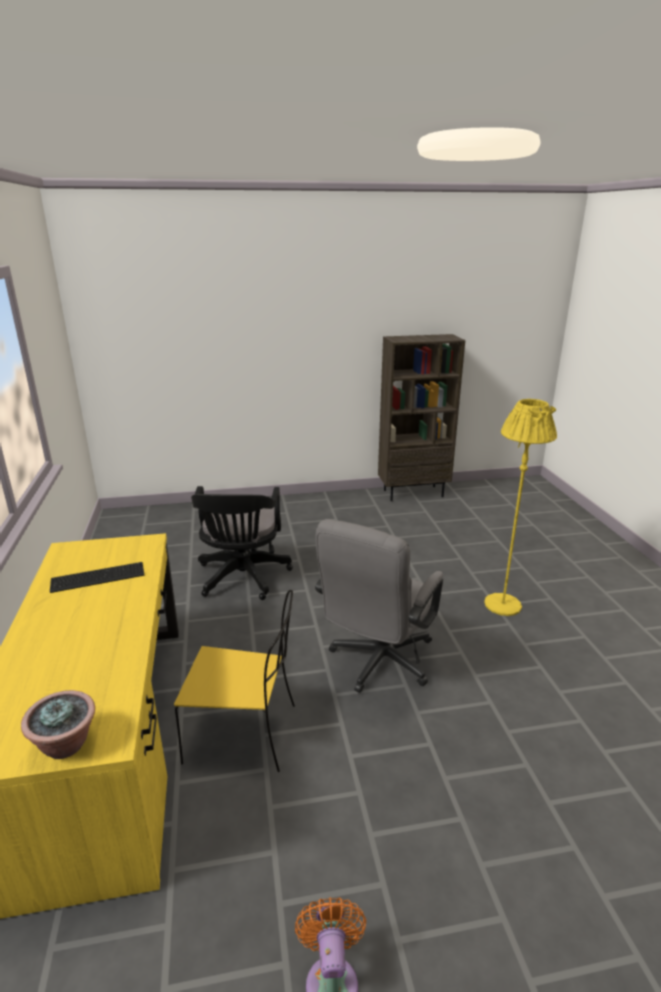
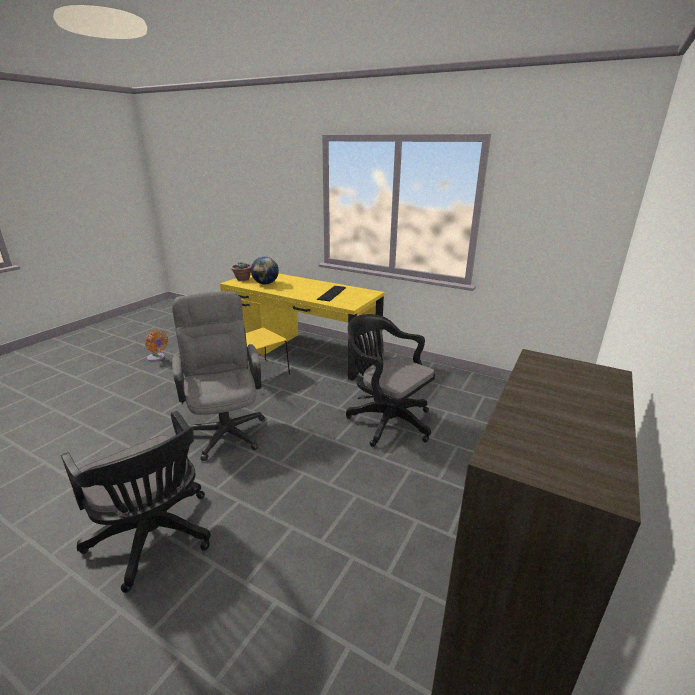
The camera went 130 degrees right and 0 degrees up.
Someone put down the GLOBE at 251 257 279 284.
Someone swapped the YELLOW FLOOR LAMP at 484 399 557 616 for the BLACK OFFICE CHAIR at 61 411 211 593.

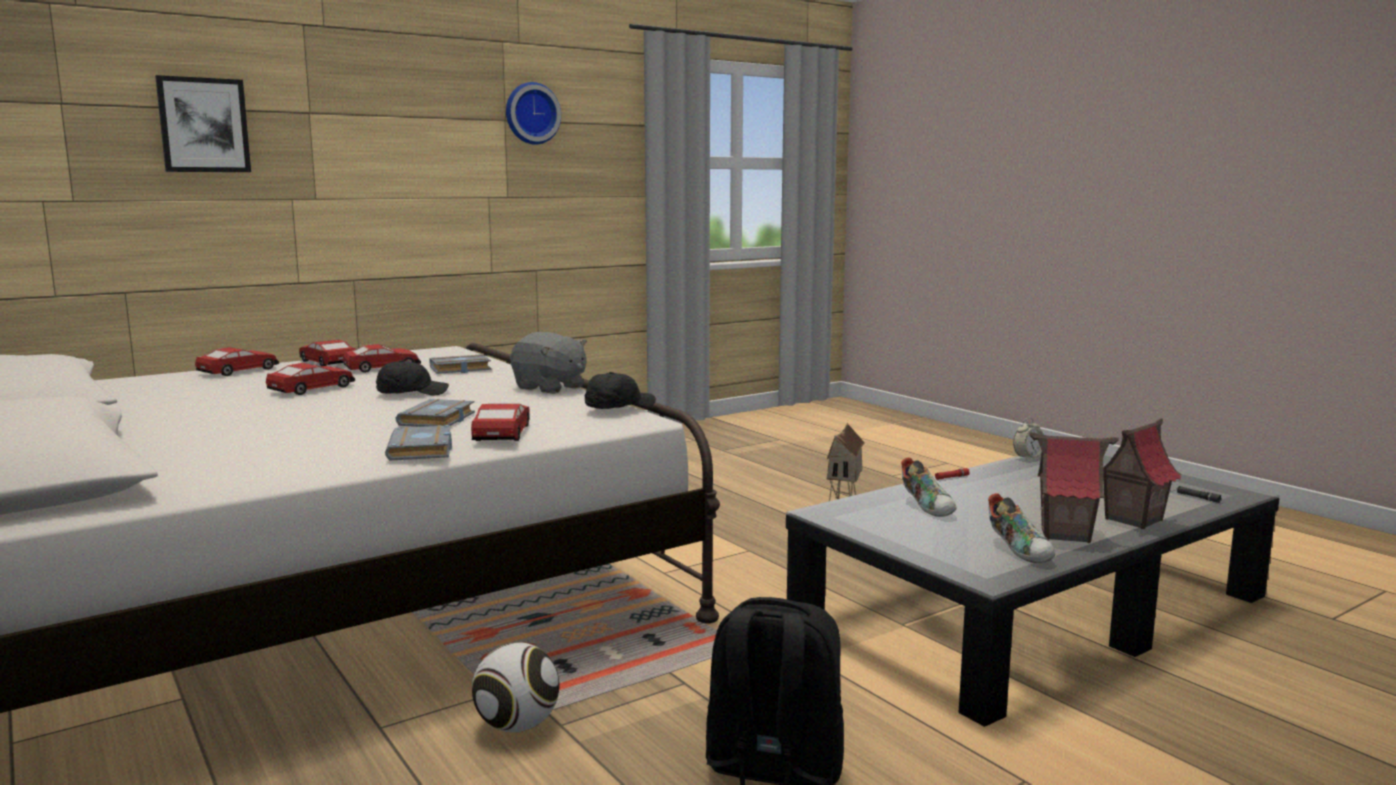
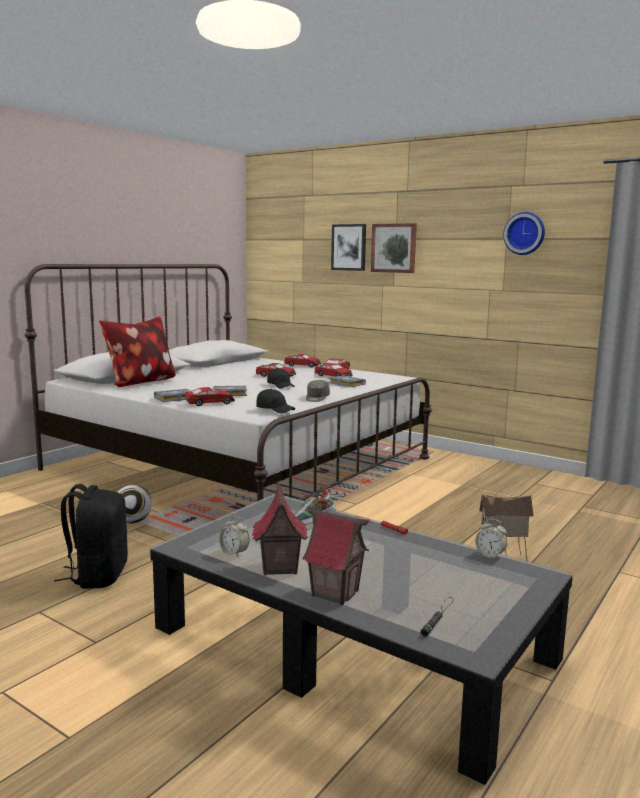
The camera went 70 degrees right and 0 degrees up.
Someone put down the PILLOW at 99 316 176 387.
Someone put up the PICTURE at 371 223 417 273.
Someone swapped the GREY PLUSH TOY at 510 332 587 394 for the GREY CAP at 306 380 330 402.
Someone swapped the SHOE at 988 493 1055 563 for the ALARM CLOCK at 219 516 249 557.

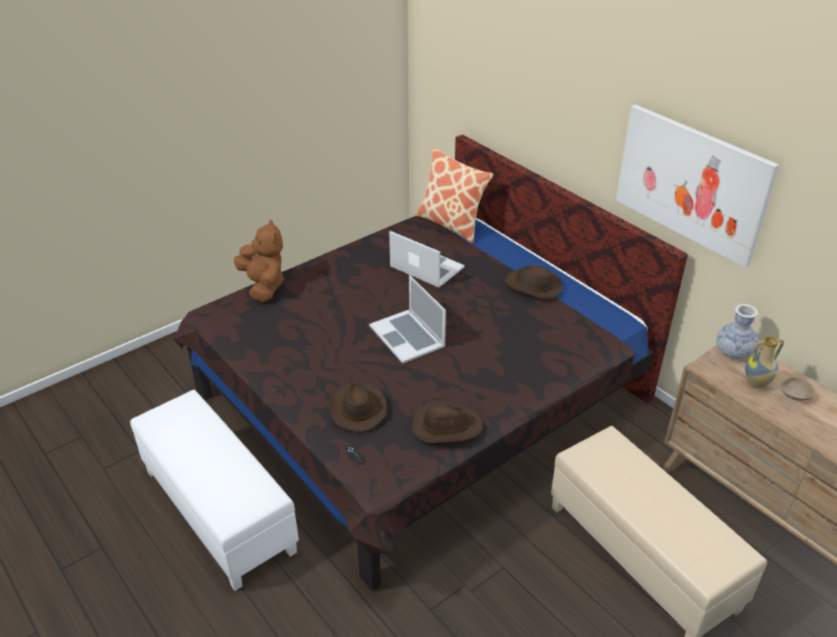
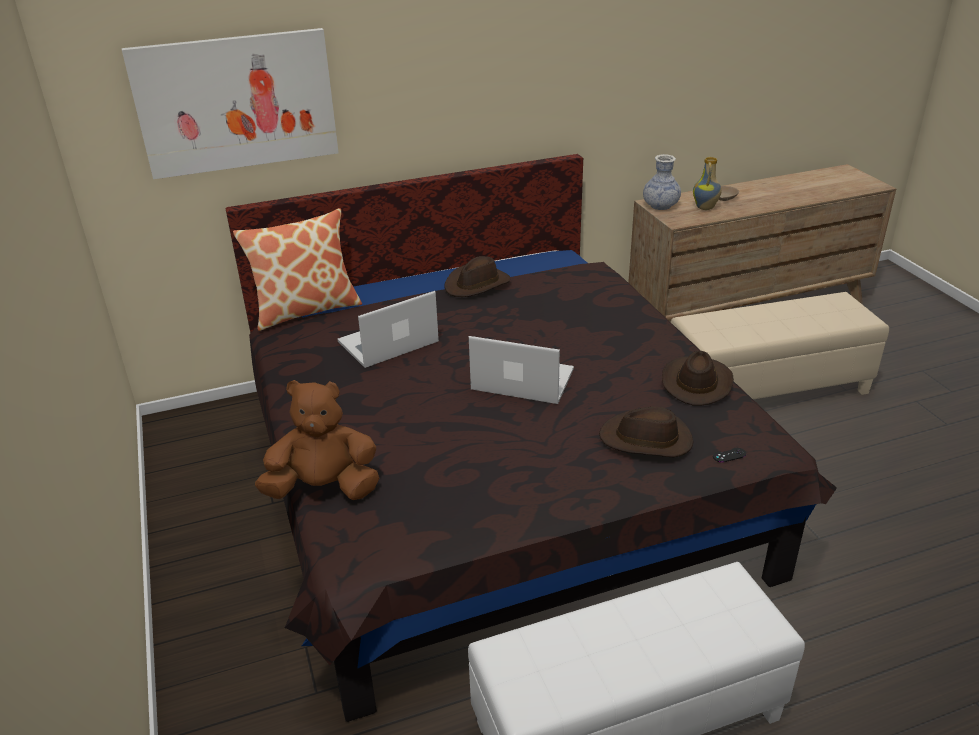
The camera went 70 degrees left and 5 degrees down.
Someone carried the PICTURE from 616 104 779 267 to 122 28 339 179.
Someone rotated the LAPTOP at 369 275 446 364 by 150 degrees counterclockwise.

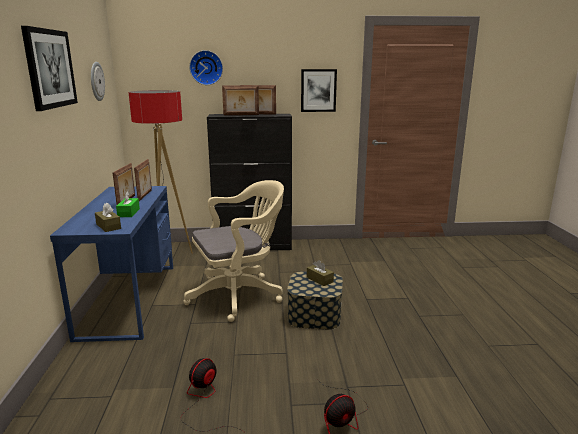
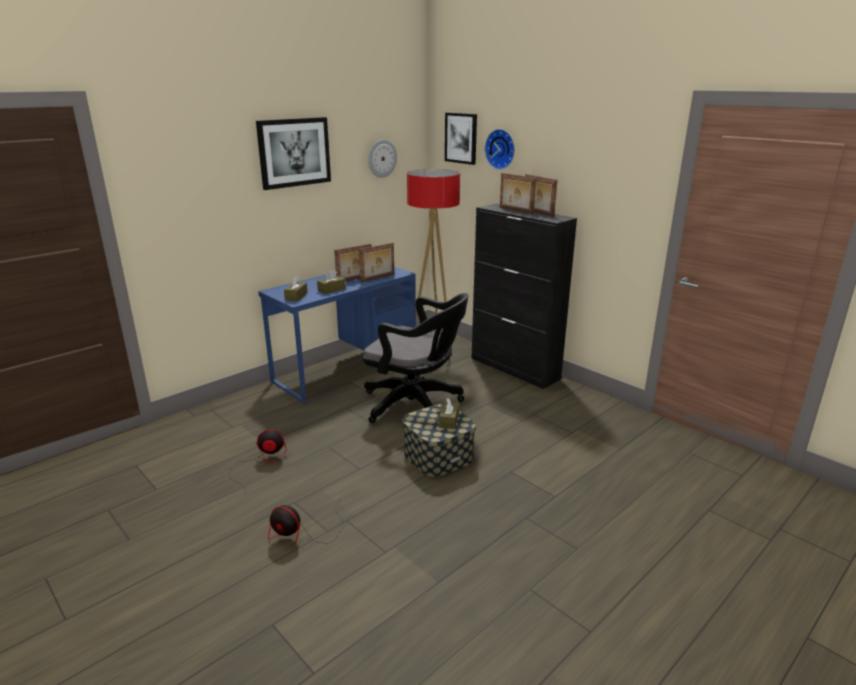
The camera went 50 degrees right and 5 degrees up.
Someone carried the PICTURE from 301 69 337 112 to 445 113 477 165.
Someone repainted the GREEN TISSUE BOX at 116 191 140 217, which became the BROWN TISSUE BOX at 317 270 346 294.
Someone repainted the BEIGE OFFICE CHAIR at 184 180 284 322, which became the BLACK OFFICE CHAIR at 363 293 469 423.

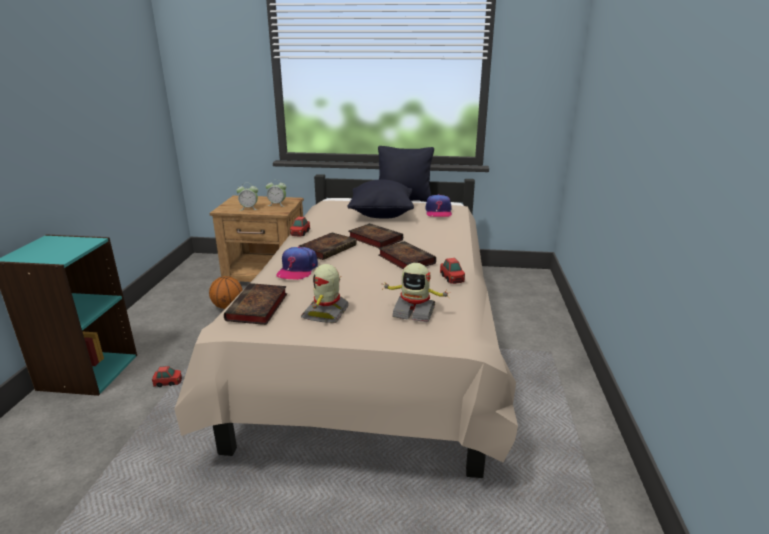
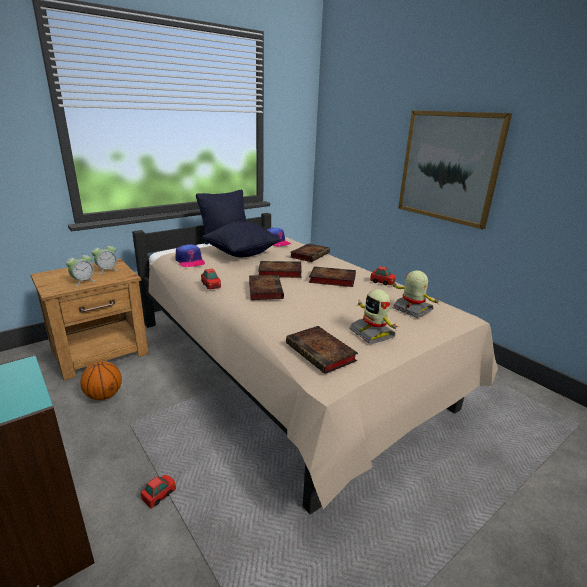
The camera went 45 degrees left and 0 degrees up.
Someone put down the BOOK at 290 244 330 262.
Someone put up the PICTURE at 398 110 512 229.
Someone carried the CAP from 276 247 318 280 to 175 244 205 267.
Someone rotated the TOY ROBOT at 382 263 450 322 by 105 degrees counterclockwise.

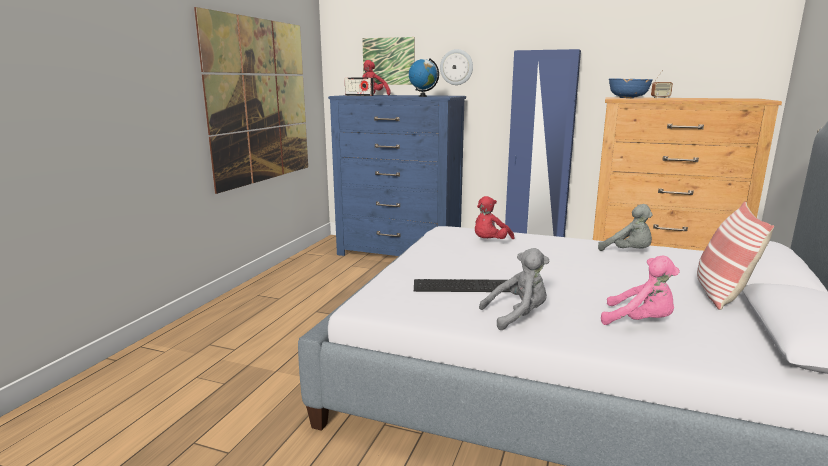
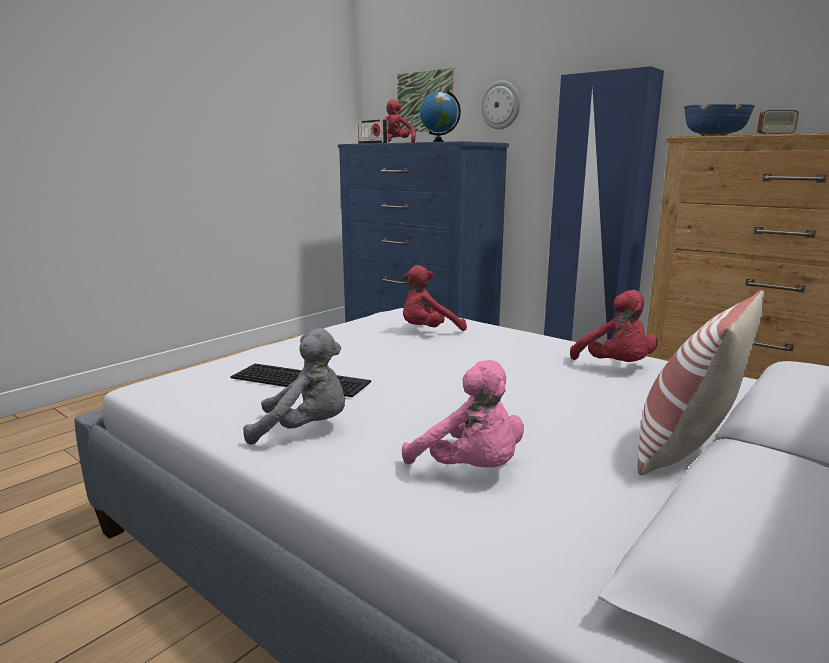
The camera went 20 degrees right and 0 degrees up.
Someone took away the PICTURE at 194 7 308 194.
Someone repainted the GREY PLUSH TOY at 598 204 653 251, which became the RED PLUSH TOY at 570 290 658 362.

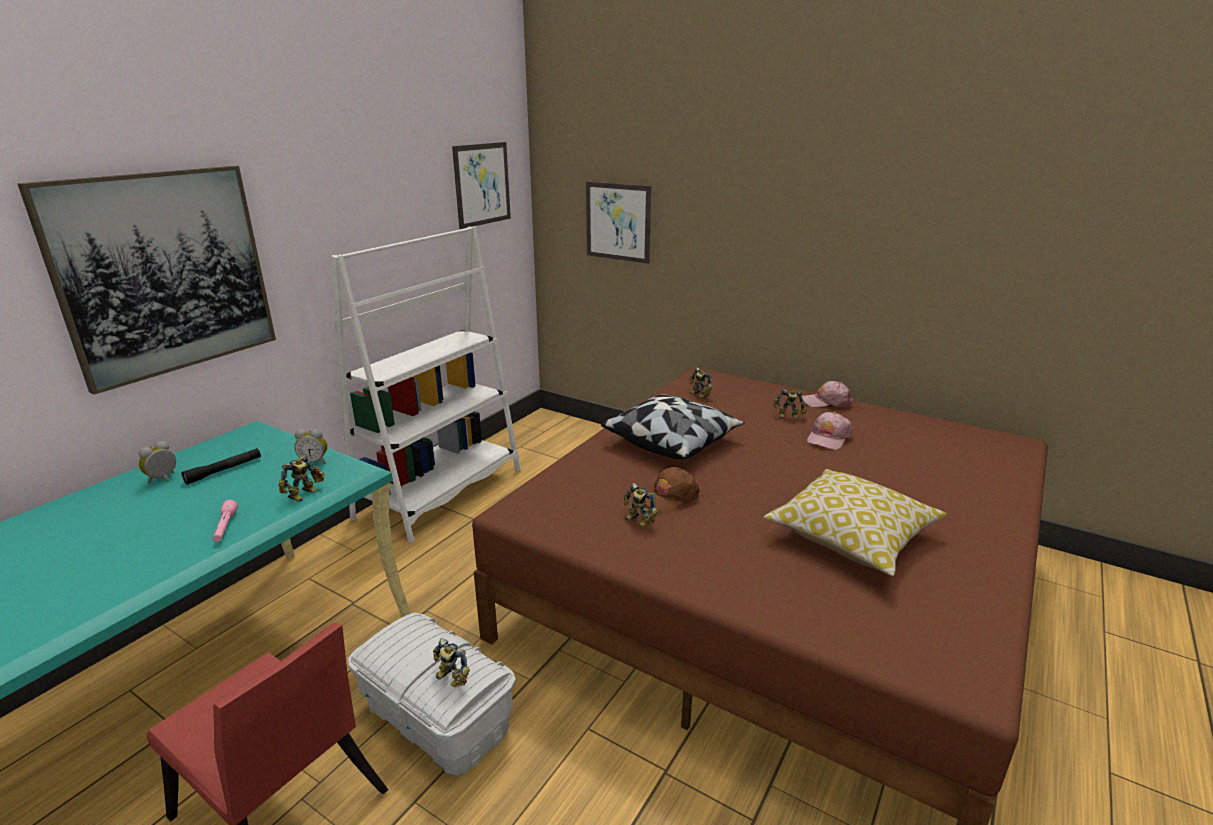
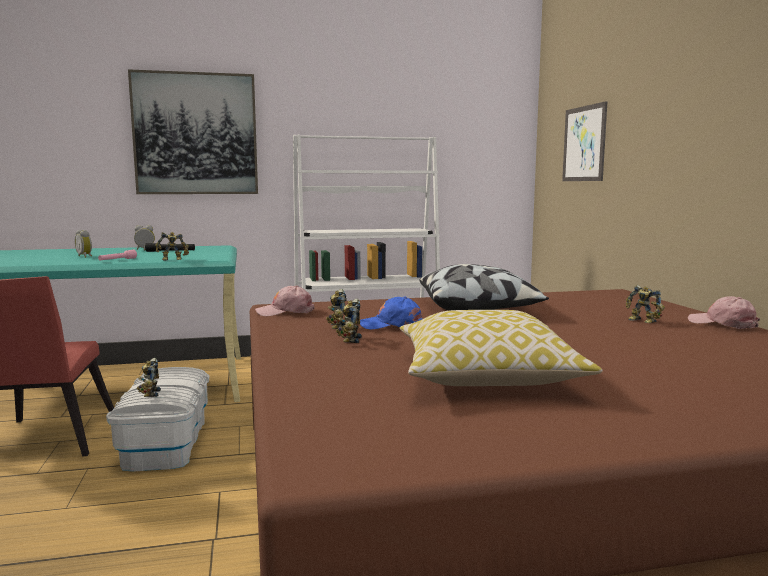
The camera went 45 degrees right and 15 degrees down.
Someone took away the PICTURE at 452 142 511 229.
Someone carried the ALARM CLOCK from 294 429 327 464 to 75 230 92 258.
Someone carried the TOY ROBOT from 690 367 713 398 to 336 299 362 343.
Someone carried the PINK CAP from 807 412 853 450 to 255 285 315 316.
Someone repainted the BROWN CAP at 645 467 700 513, which became the BLUE CAP at 360 297 423 330.

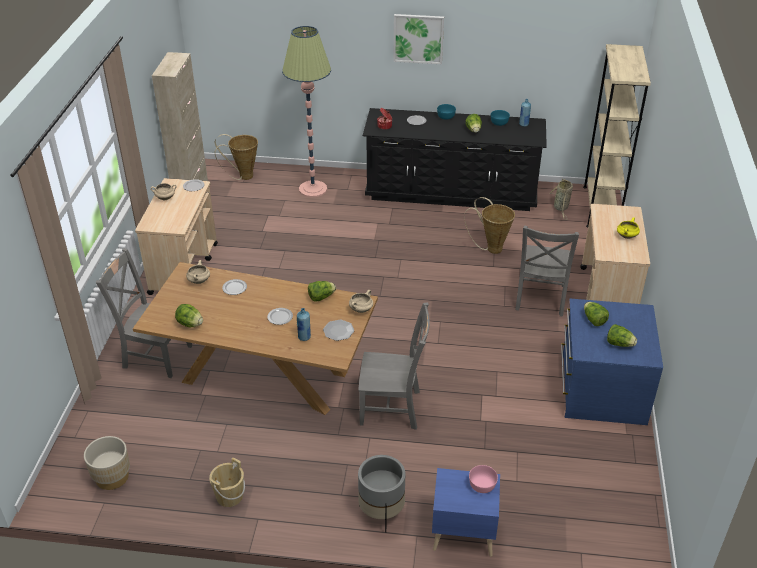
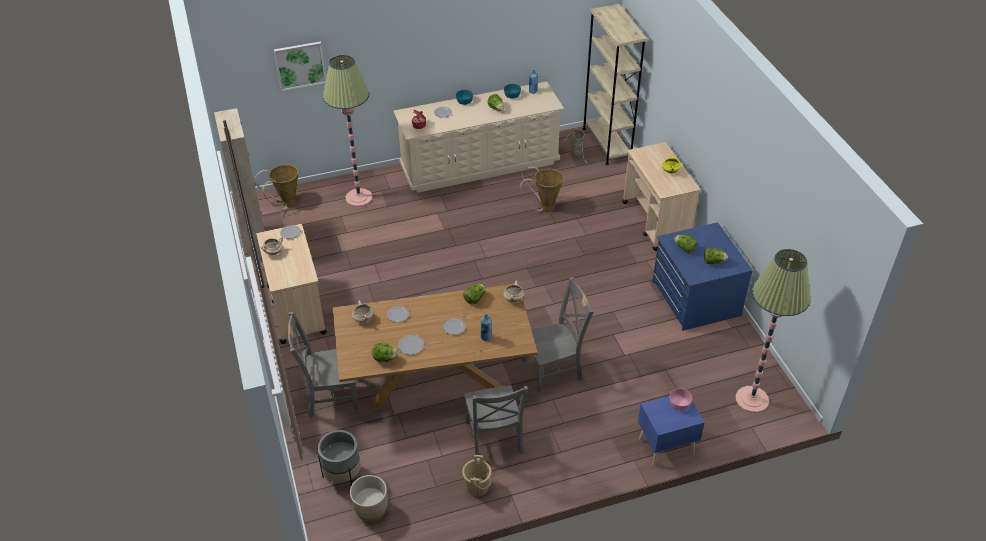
The camera went 25 degrees left and 5 degrees up.
Someone put down the FLOOR LAMP at 735 249 811 413.
Someone carried the PLATE from 323 320 354 341 to 398 335 425 355.
Someone carried the GREY PLANTER from 358 455 405 533 to 318 430 361 486.
Someone carried the PICTURE from 393 14 444 64 to 274 41 326 91.
Someone carried the GREY CHAIR from 515 226 579 316 to 464 385 529 455.
Someone repainted the BLACK DRESSER at 363 108 547 211, which became the BEIGE DRESSER at 393 81 564 193.

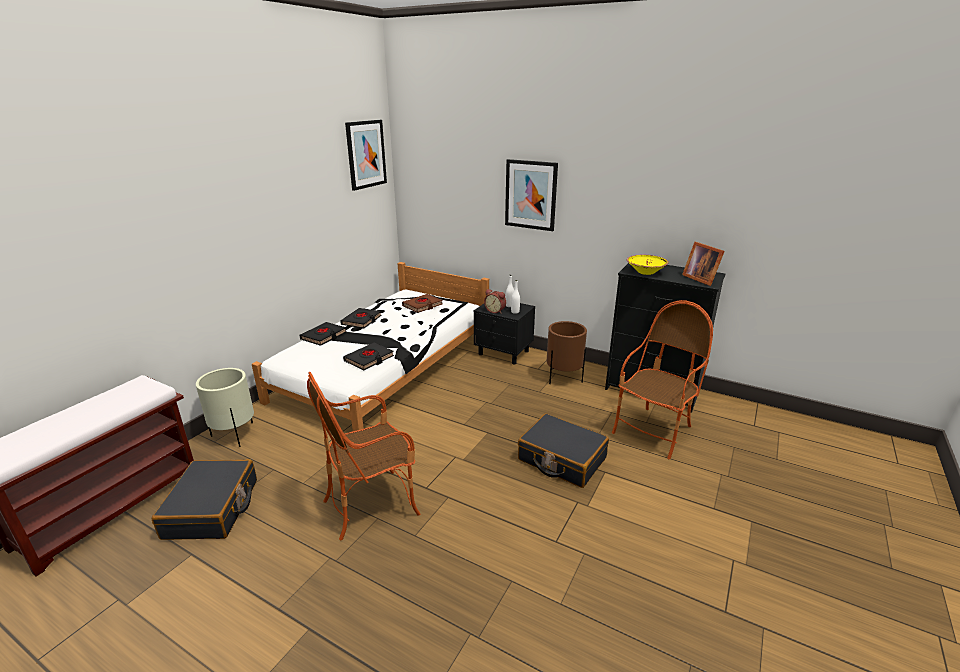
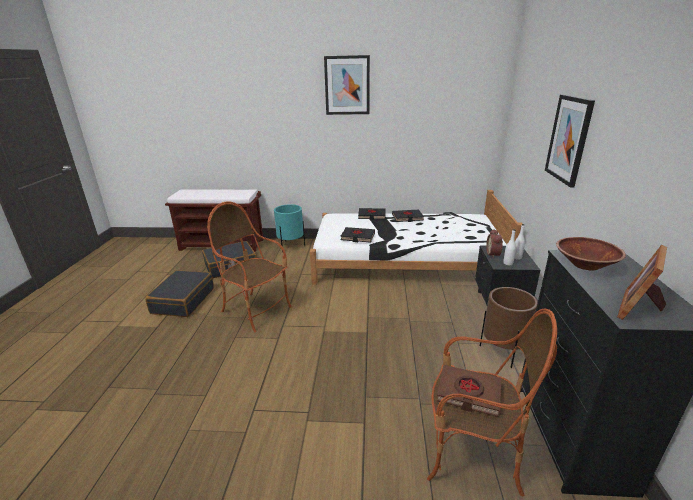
The camera went 65 degrees right and 0 degrees up.
Someone carried the PICTURE from 345 120 387 191 to 324 55 370 115.
Someone carried the BROWN BOOK from 402 294 442 313 to 437 365 501 417.
Someone carried the BLACK SUITCASE from 518 413 609 488 to 145 270 214 317.
Someone repainted the BEIGE PLANTER at 196 368 254 447, which became the TURQUOISE PLANTER at 274 204 305 252.
Someone repainted the YELLOW BOWL at 627 255 669 275, which became the BROWN BOWL at 556 237 626 270.

